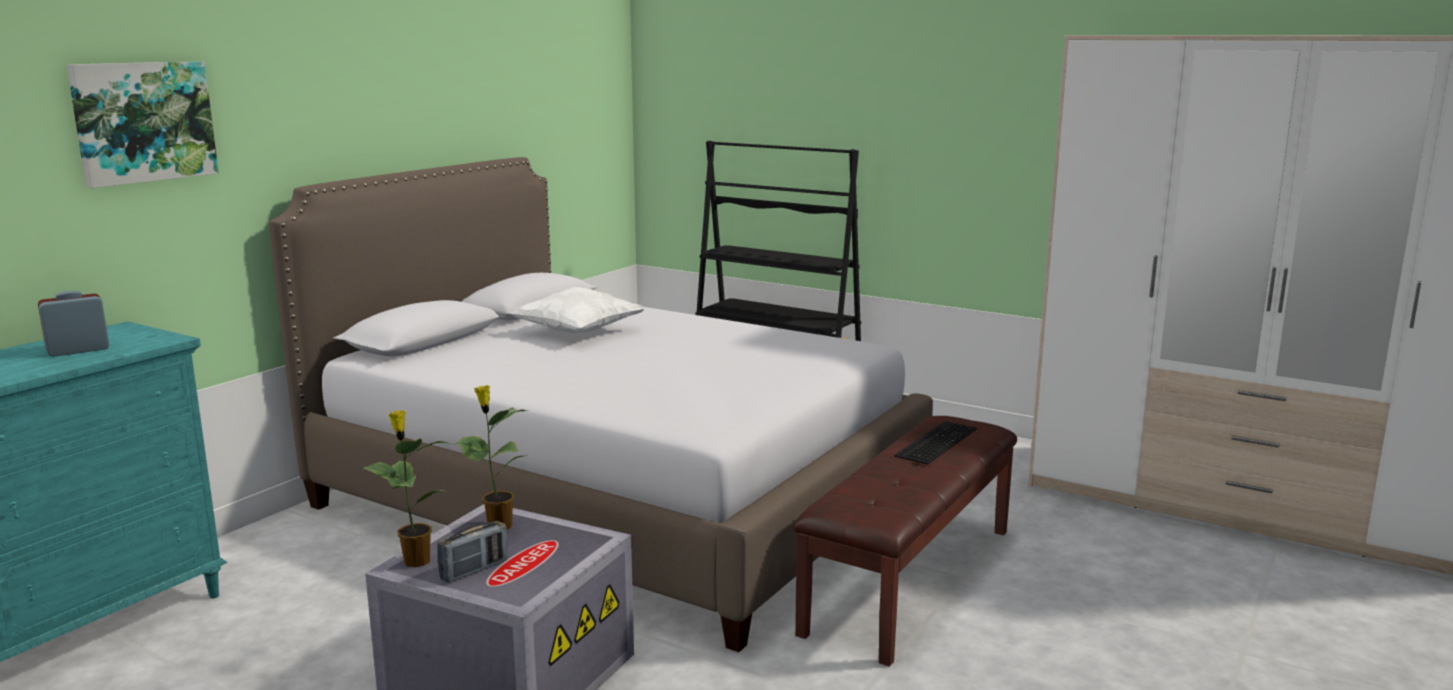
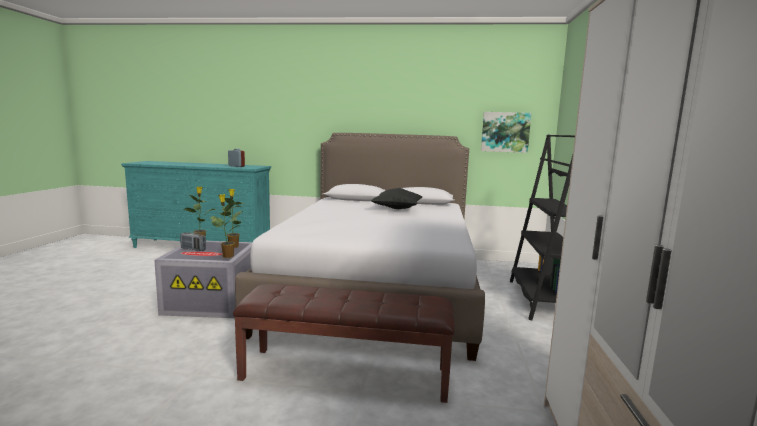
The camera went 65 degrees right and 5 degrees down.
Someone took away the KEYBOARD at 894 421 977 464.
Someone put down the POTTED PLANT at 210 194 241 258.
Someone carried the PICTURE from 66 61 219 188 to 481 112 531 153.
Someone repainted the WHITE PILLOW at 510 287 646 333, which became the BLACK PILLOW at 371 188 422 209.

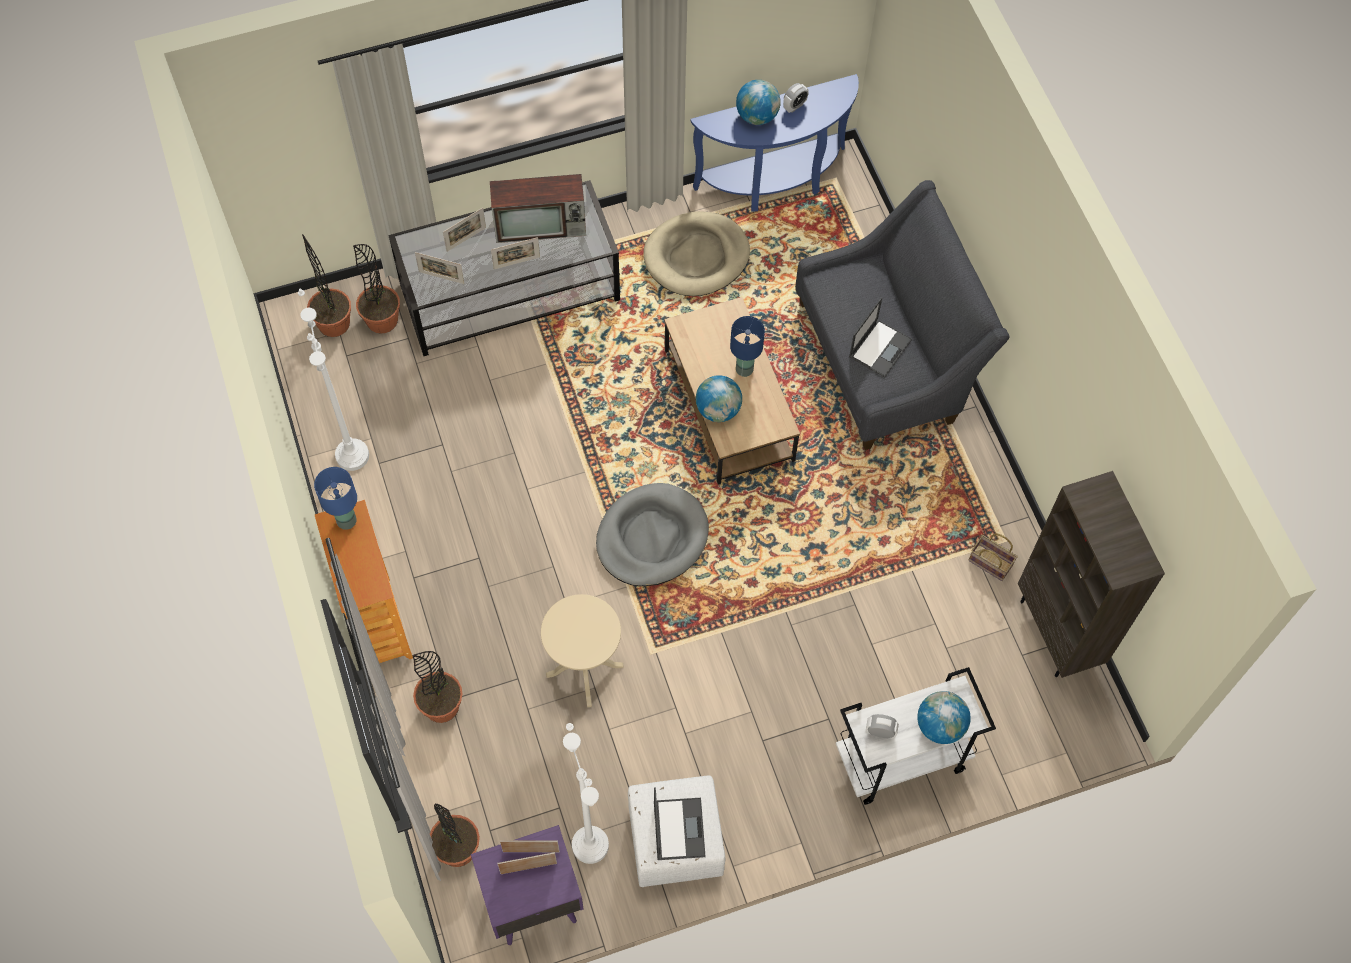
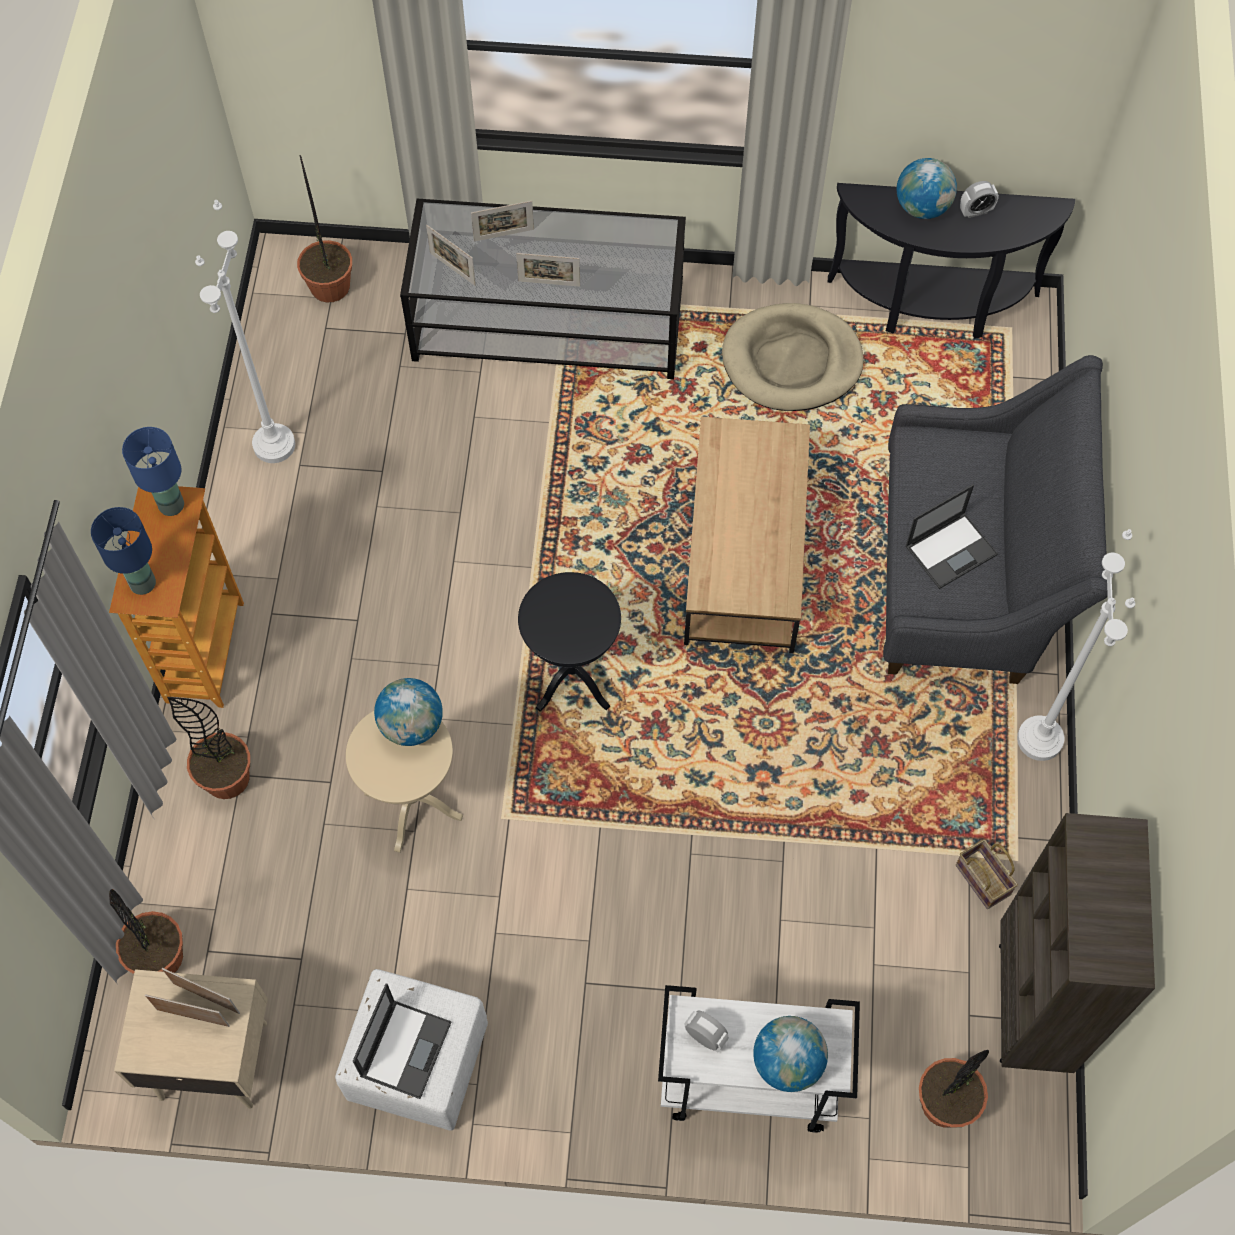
The camera went 25 degrees right and 0 degrees up.
Someone took away the TELEVISION at 490 174 586 243.
Someone carried the POTTED PLANT from 353 244 400 334 to 919 1050 989 1128.
Someone carried the WHITE FLOOR LAMP from 563 723 609 864 to 1017 529 1135 761.
Someone carried the GLOBE from 696 375 742 422 to 374 678 443 746.
Someone carried the BLUE TABLE LAMP from 730 316 765 377 to 91 507 156 595.
Someone swapped the GREY DOG BED at 596 483 709 586 for the BLACK SIDE TABLE at 518 572 621 711.
Someone repainted the PURPLE NIGHTSTAND at 471 825 584 945, which became the BEIGE NIGHTSTAND at 114 969 268 1109.
Someone repainted the BLUE CONSOLE TABLE at 690 74 859 211, which became the BLACK CONSOLE TABLE at 828 183 1075 339.

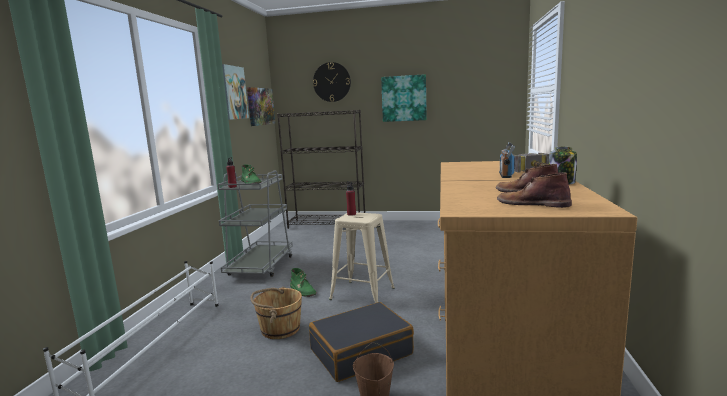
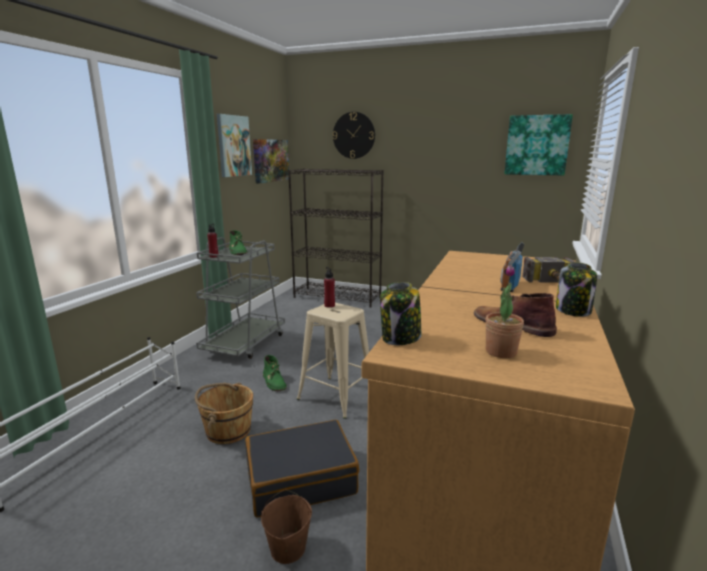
The camera went 10 degrees right and 5 degrees up.
Someone put down the JAR at 380 282 421 345.
Someone carried the PICTURE from 381 74 427 122 to 504 114 573 176.
Someone swapped the BROWN BOOT at 497 172 572 208 for the POTTED PLANT at 485 265 524 358.

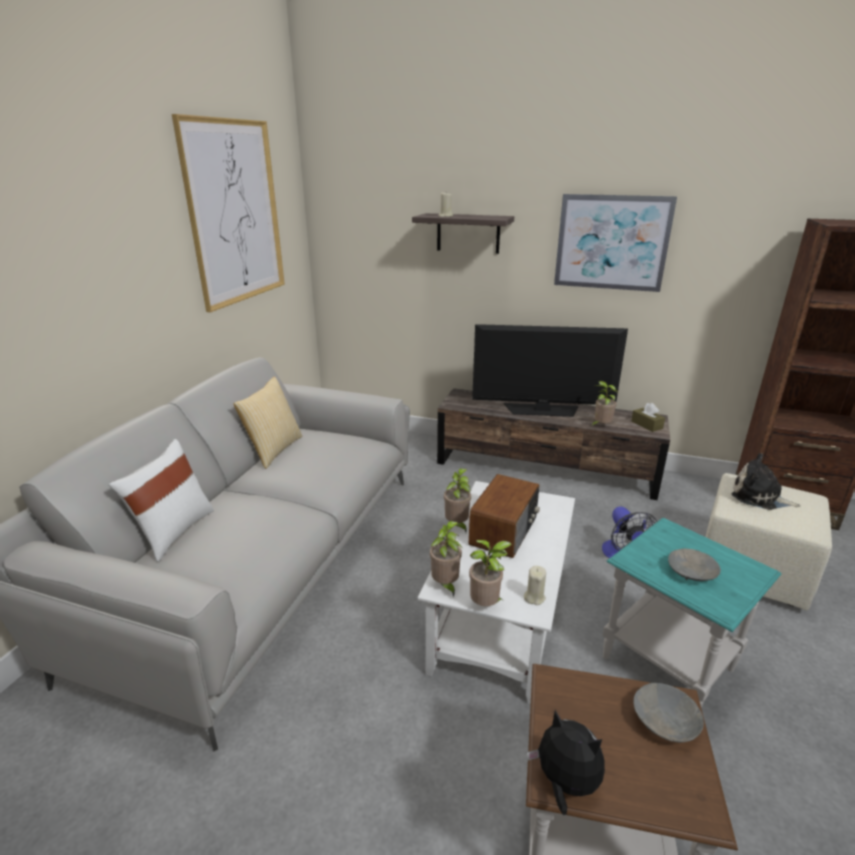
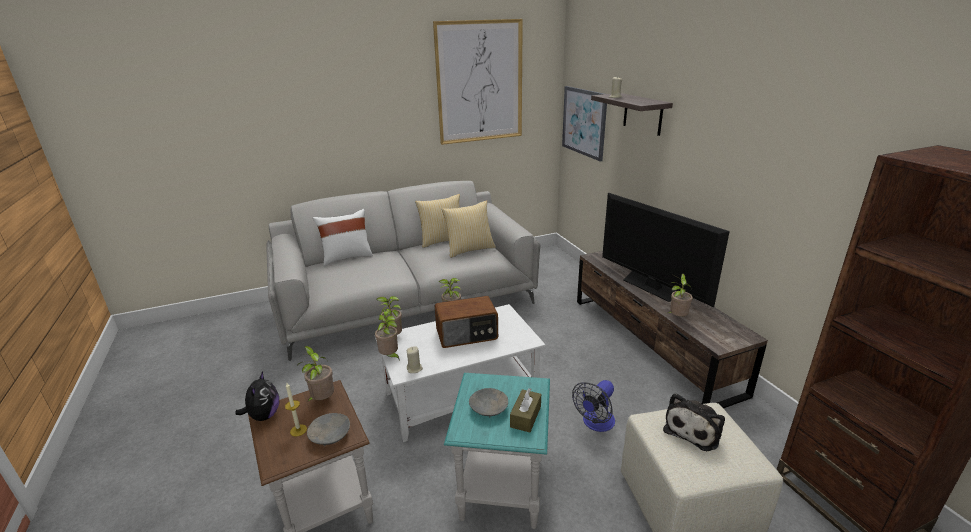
The camera went 50 degrees right and 0 degrees up.
Someone put down the CANDLE at 285 383 307 437.
Someone put down the POTTED PLANT at 298 346 334 402.
Someone put down the PILLOW at 442 200 496 258.
Someone carried the PICTURE from 554 194 677 292 to 562 86 607 161.
Someone carried the BROWN TISSUE BOX from 631 403 665 432 to 510 388 541 432.
Someone rotated the PLUSH TOY at 732 453 801 510 by 135 degrees counterclockwise.

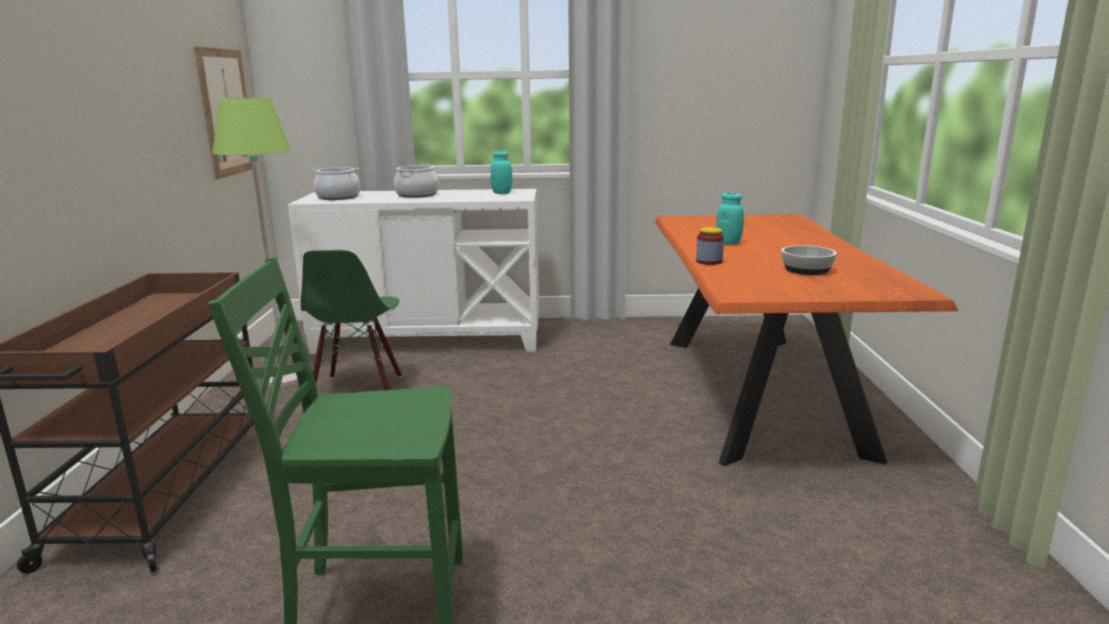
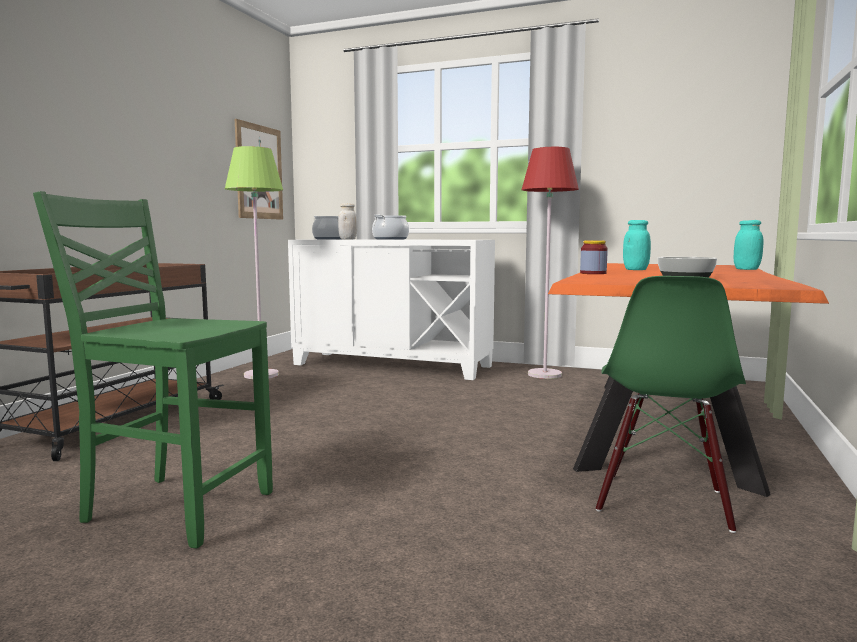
The camera went 20 degrees right and 10 degrees down.
Someone put down the WHITE JAR at 338 203 357 240.
Someone put down the RED FLOOR LAMP at 522 147 579 379.
Someone carried the GREEN CHAIR from 301 250 402 390 to 596 276 746 533.
Someone carried the TURQUOISE JAR from 490 151 512 194 to 734 220 764 270.

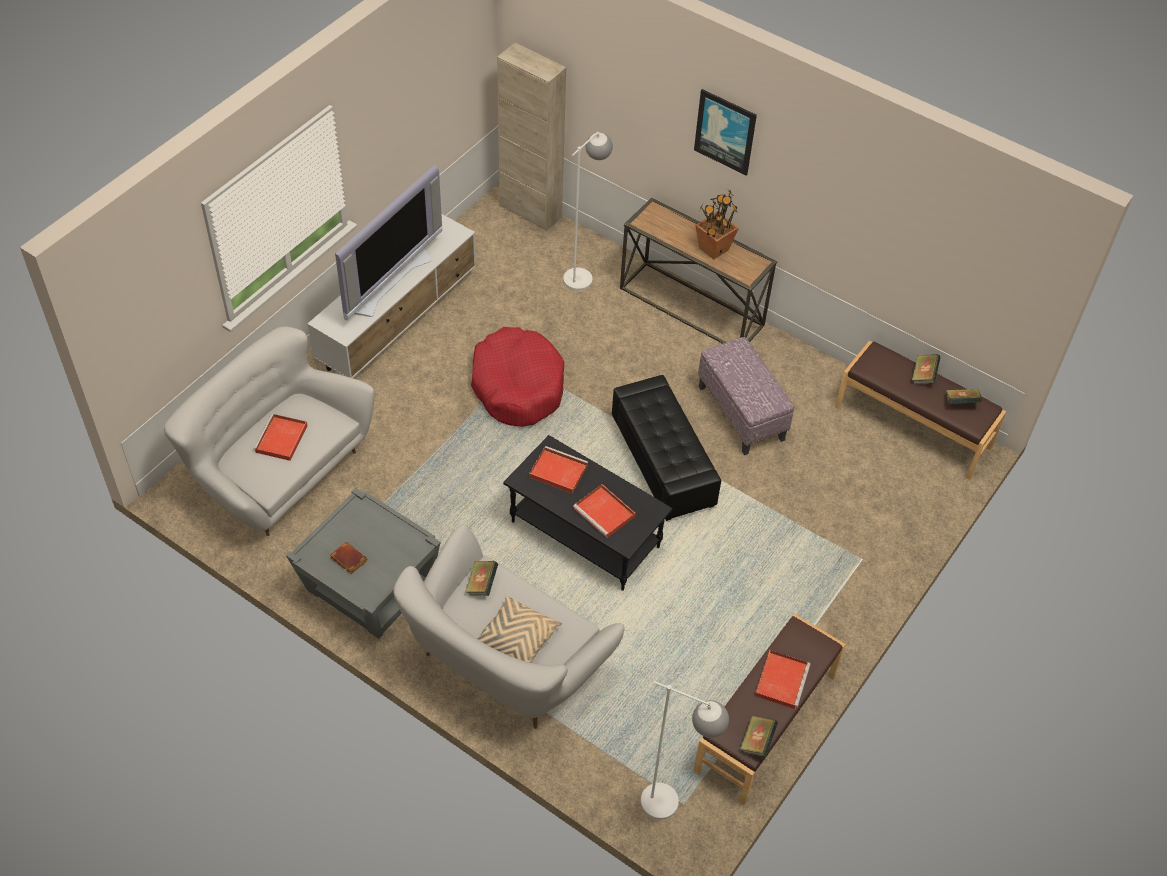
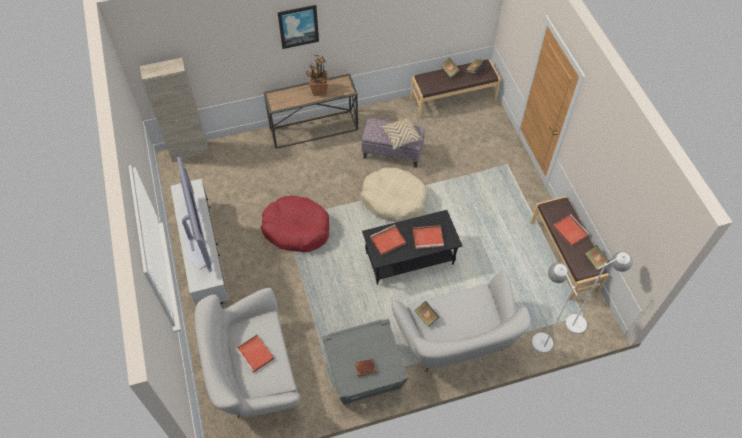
The camera went 50 degrees left and 5 degrees up.
Someone carried the BEIGE PILLOW from 477 596 562 663 to 381 117 423 149.
Someone carried the WHITE FLOOR LAMP from 563 132 613 291 to 532 263 578 353.
Someone swapped the BLACK OTTOMAN at 612 375 721 521 for the BEIGE DOG BED at 361 167 428 222.

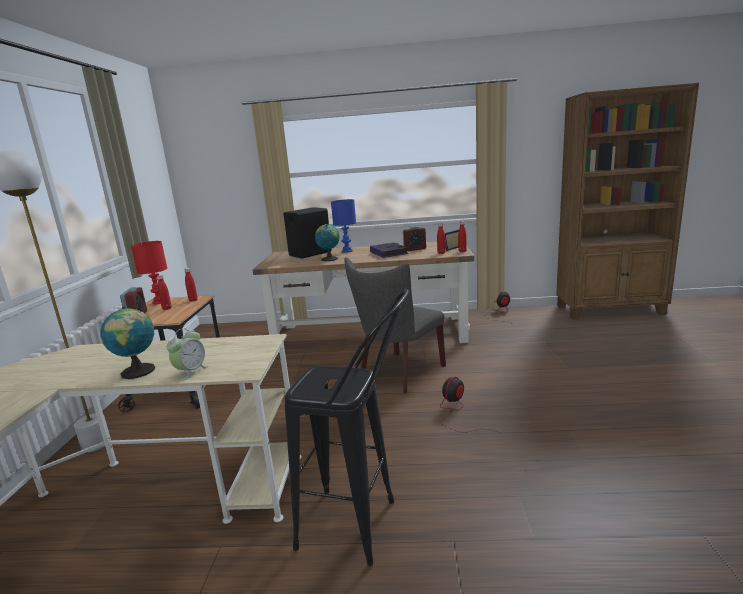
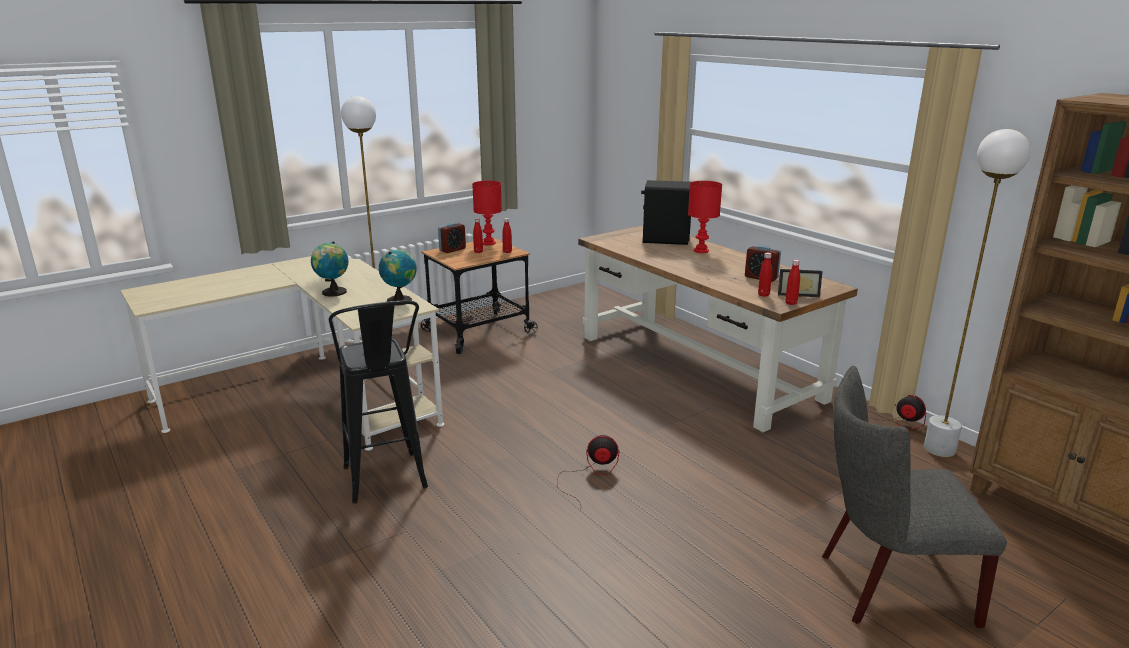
The camera went 50 degrees right and 5 degrees up.
Someone took away the ALARM CLOCK at 167 328 208 380.
Someone took away the BOOK at 370 242 408 258.
Someone put down the WHITE FLOOR LAMP at 924 129 1030 457.
Someone carried the GLOBE from 315 224 340 261 to 379 250 417 305.
Someone carried the GREY CHAIR from 345 257 446 393 to 822 366 1007 628.
Someone repainted the BLUE TABLE LAMP at 331 199 356 253, which became the RED TABLE LAMP at 688 181 722 253.

